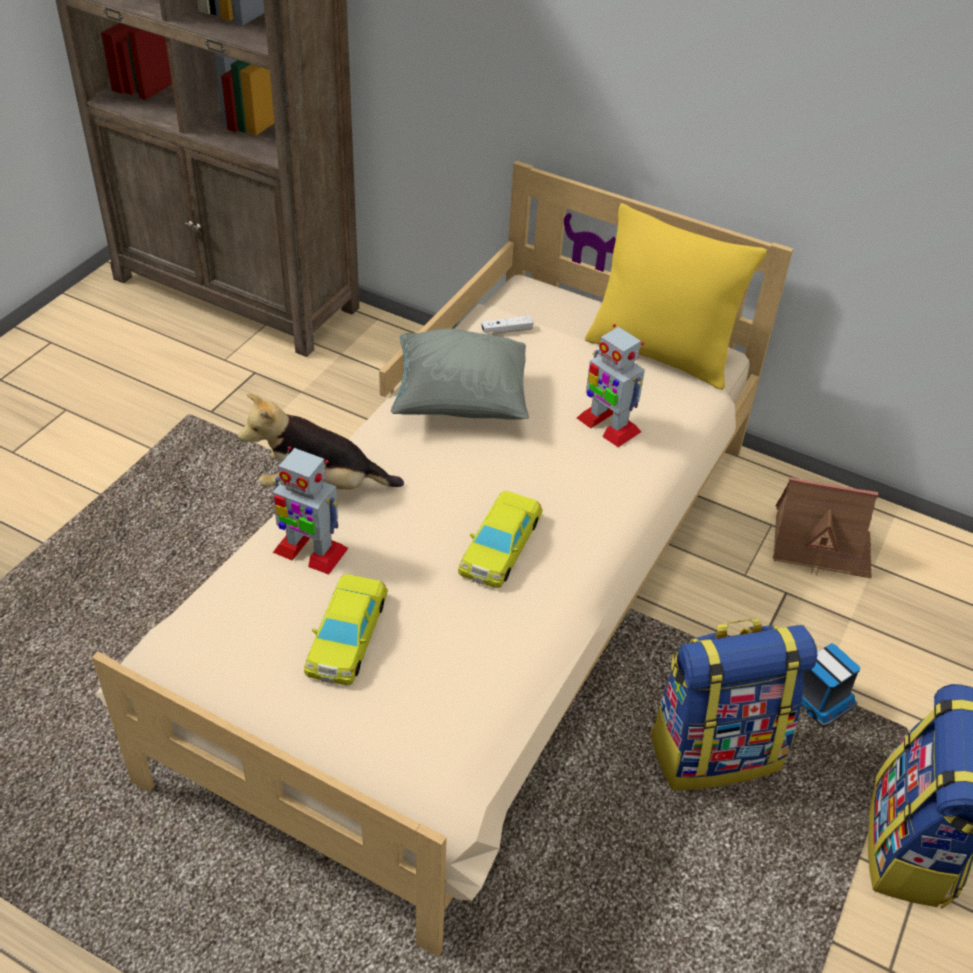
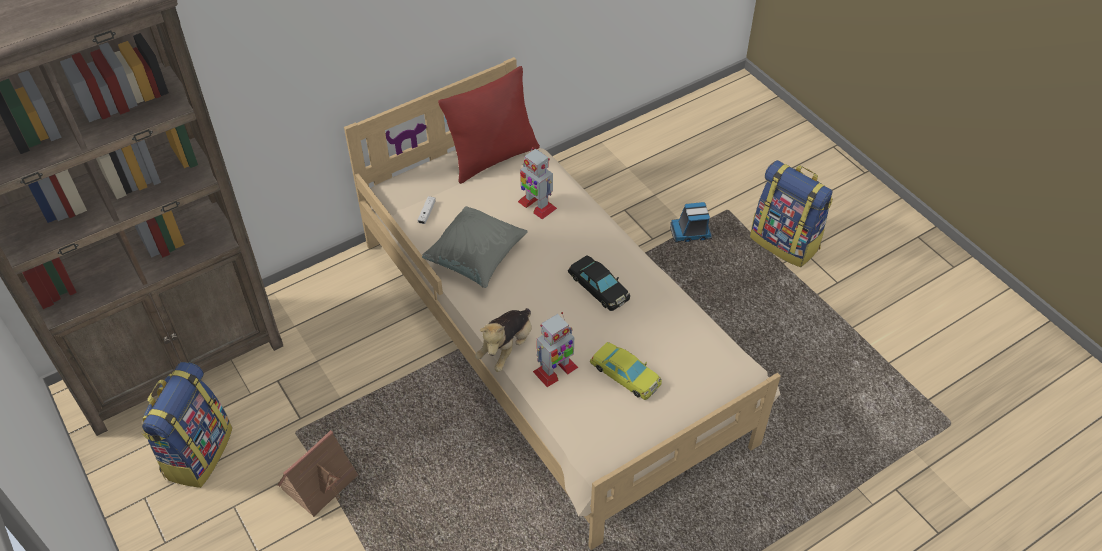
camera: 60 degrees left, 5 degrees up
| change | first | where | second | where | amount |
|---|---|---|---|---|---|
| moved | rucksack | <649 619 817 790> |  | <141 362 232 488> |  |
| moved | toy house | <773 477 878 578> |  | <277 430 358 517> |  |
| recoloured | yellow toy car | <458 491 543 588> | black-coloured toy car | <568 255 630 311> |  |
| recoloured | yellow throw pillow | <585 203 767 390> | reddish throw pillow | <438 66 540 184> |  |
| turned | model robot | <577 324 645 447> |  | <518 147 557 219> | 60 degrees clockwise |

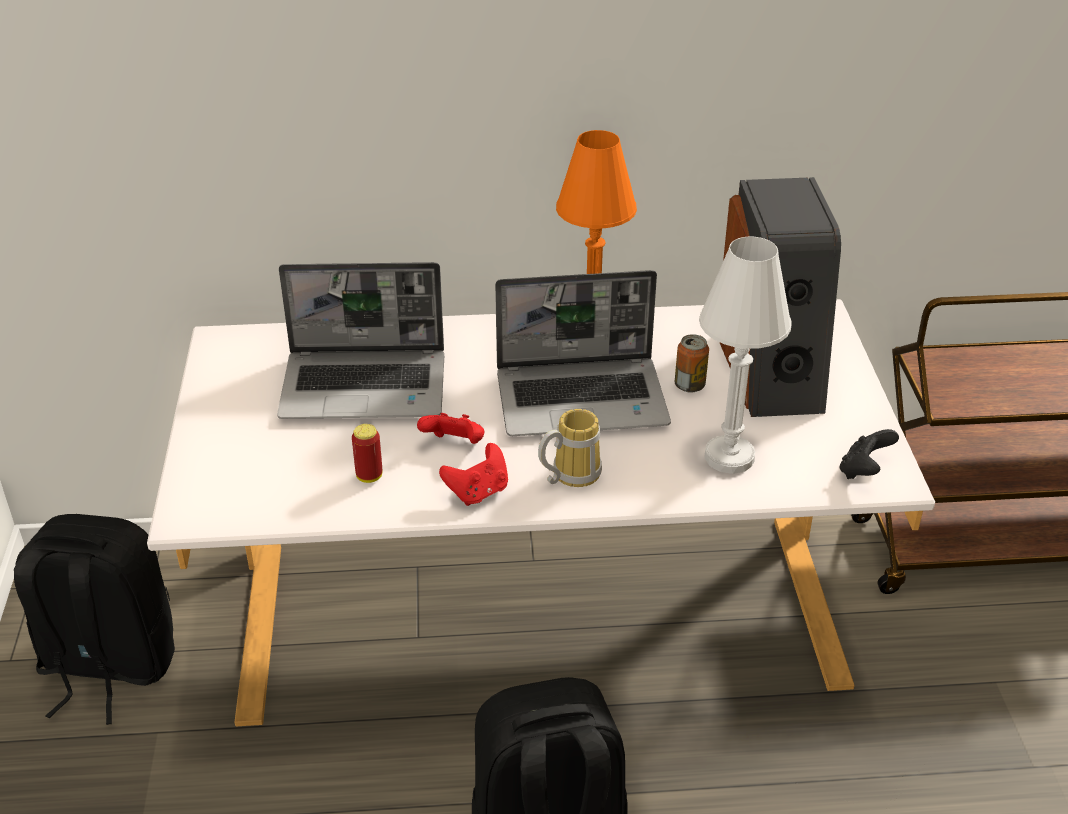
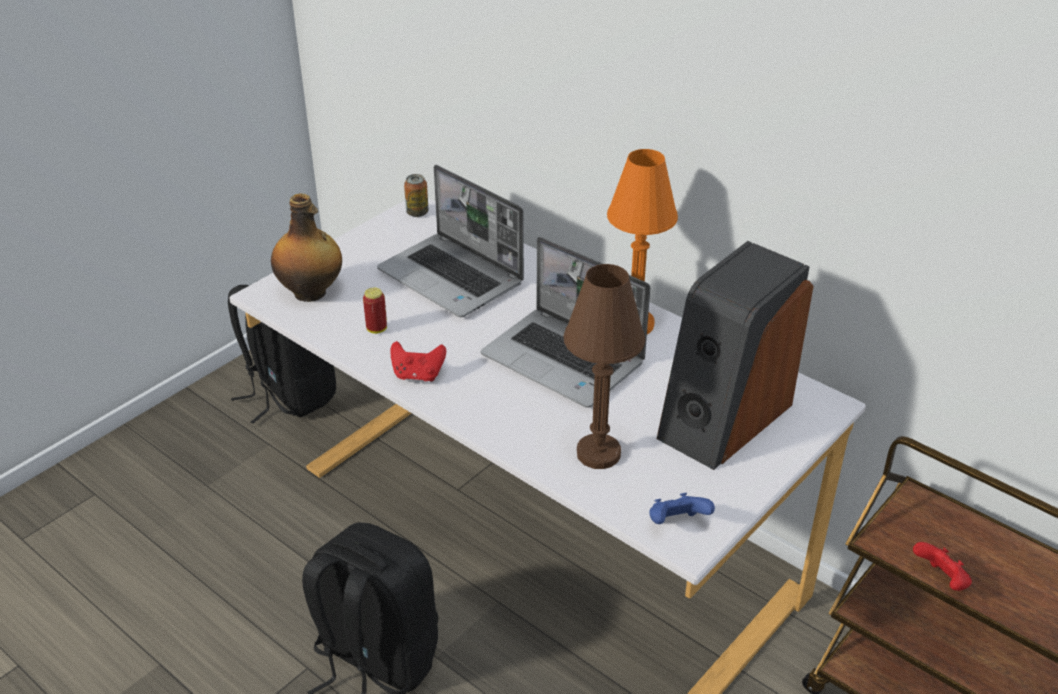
camera: 45 degrees right, 0 degrees up
| change | first | where | second | where | amount |
|---|---|---|---|---|---|
| removed | coffee mug | <538 409 602 487> |  |  |  |
| added |  |  | drink bottle | <271 193 342 302> |  |
| moved | reddish joypad | <417 413 484 444> |  | <913 542 972 591> |  |
| moved | sealed can | <675 334 709 392> |  | <404 174 429 217> |  |
| recoloured | white-coloured lamp for a table | <699 237 792 474> | brown lamp for a table | <563 264 645 469> |  |
| recoloured | black-coloured joypad | <840 429 899 479> | blue joypad | <649 493 715 524> |  |

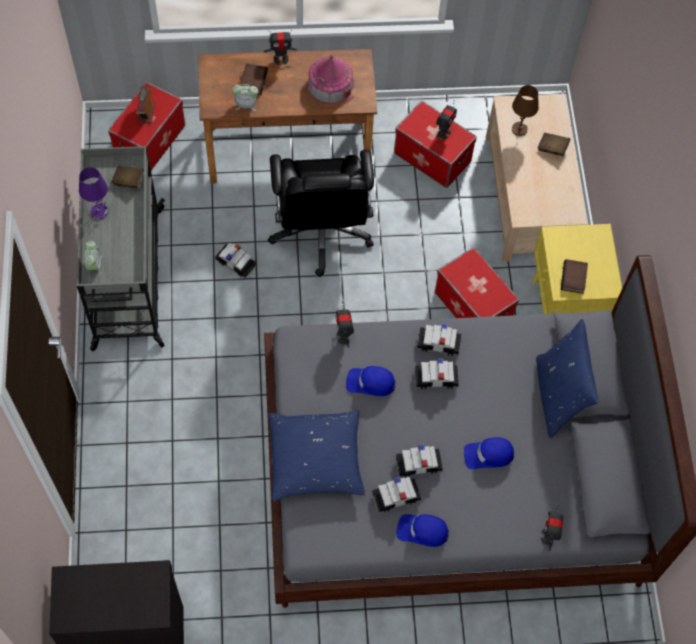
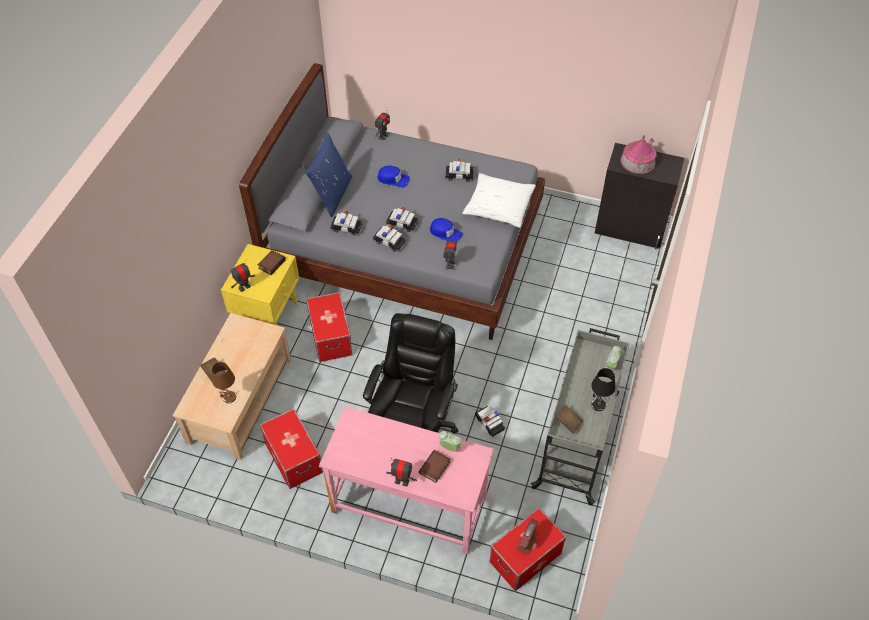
camera: 155 degrees left, 10 degrees down
| change | first | where | second | where | amount |
|---|---|---|---|---|---|
| removed | blue peaked cap | <397 514 449 547> |  |  |  |
| moved | toy house | <307 54 354 104> |  | <620 135 657 174> |  |
| moved | toy car | <396 445 443 477> |  | <330 211 363 235> |  |
| moved | model robot | <436 100 457 139> |  | <230 259 255 292> |  |
| recoloured | purplish lamp for a table | <79 167 108 219> | black-coloured lamp for a table | <591 368 615 411> |  |
| recoloured | brown desk unit | <198 49 377 183> | pink-coloured desk unit | <319 406 494 554> |  |
| recoloured | blue throw pillow | <268 410 365 501> | white-coloured throw pillow | <462 173 536 227> |  |

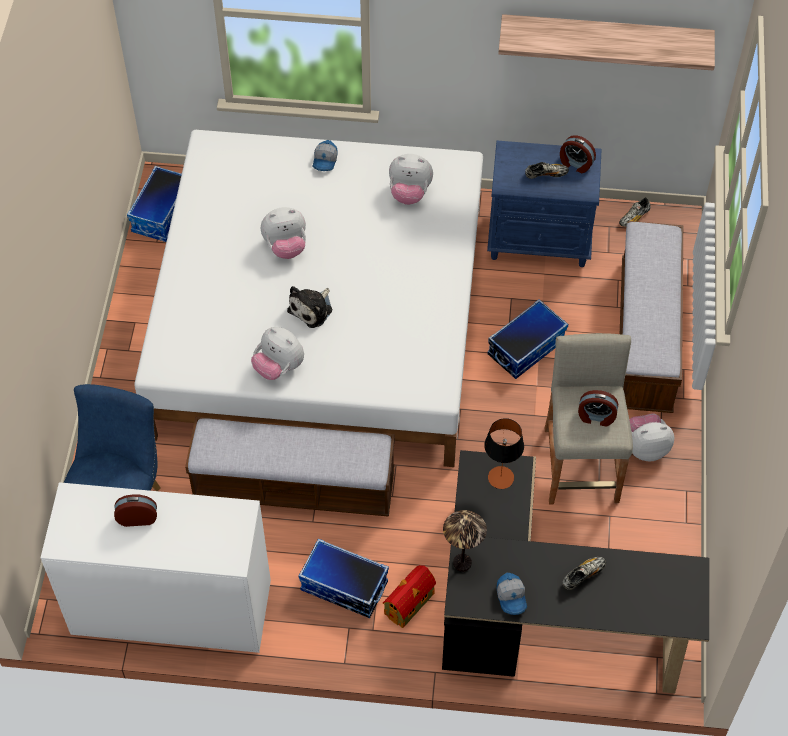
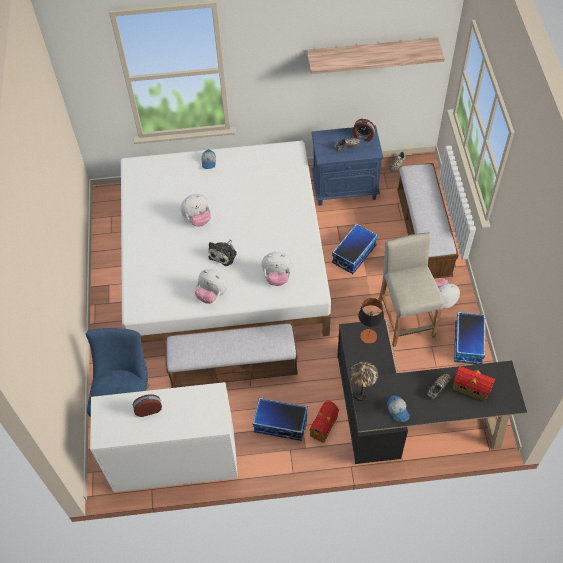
camera: 10 degrees left, 0 degrees up
| change | first | where | second | where | amount |
|---|---|---|---|---|---|
| removed | table clock | <578 390 618 427> |  |  |  |
| added |  |  | toy house | <453 366 495 402> |  |
| moved | storage box | <127 166 182 242> |  | <454 312 486 364> |  |
| moved | cuddly toy | <389 154 433 205> |  | <261 252 292 286> |  |

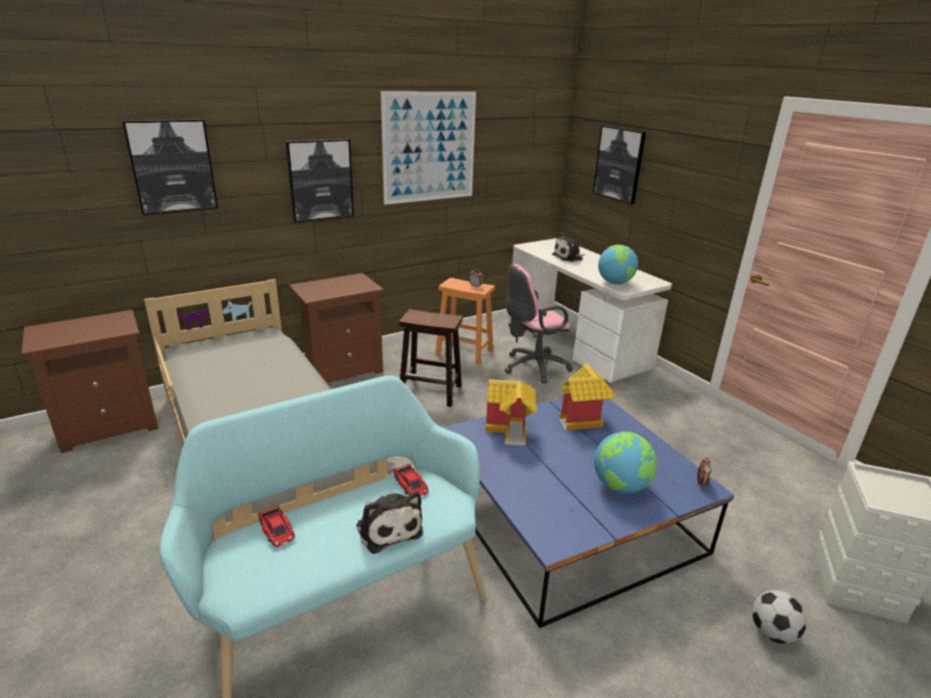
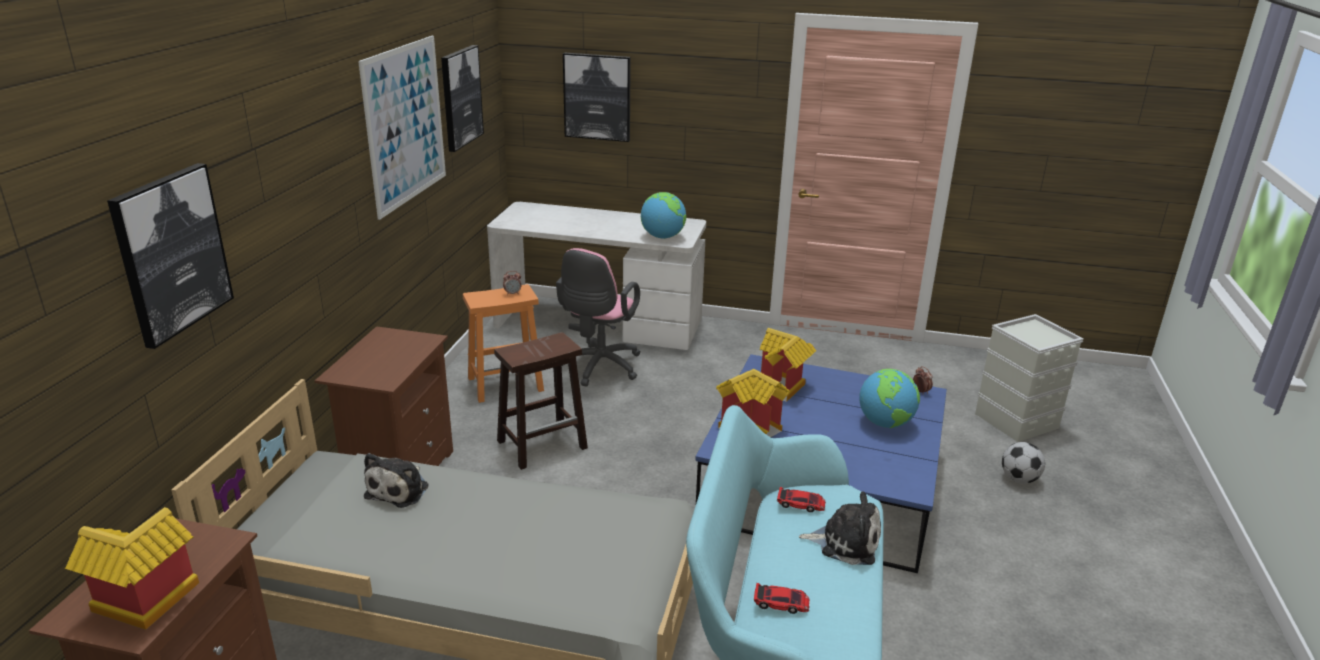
camera: 45 degrees left, 0 degrees up
| change | first | where | second | where | amount |
|---|---|---|---|---|---|
| added |  |  | toy house | <65 507 199 630> |  |
| moved | wall art | <286 139 354 223> |  | <441 45 484 152> |  |
| moved | cuddly toy | <552 232 585 262> |  | <364 453 428 508> |  |

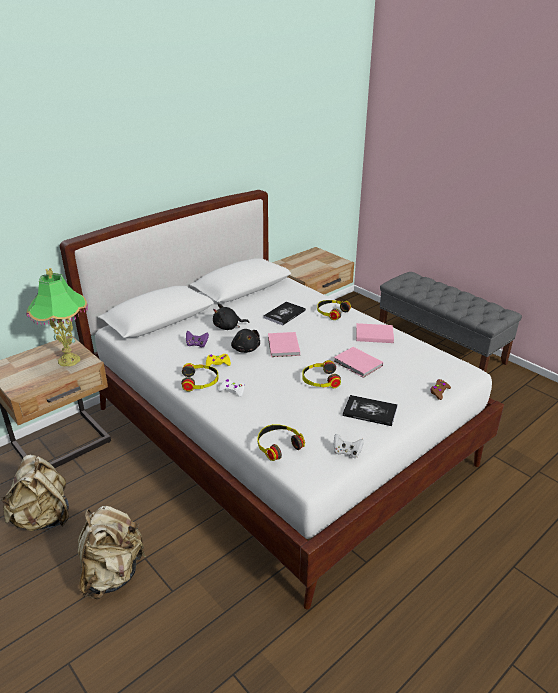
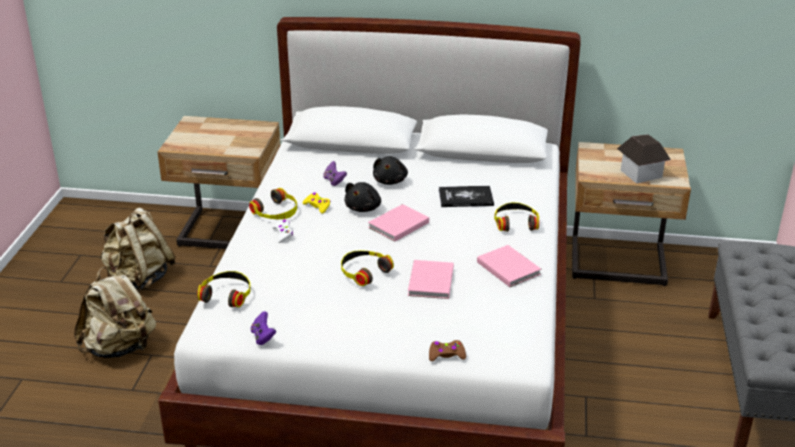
camera: 50 degrees right, 0 degrees up
| change | first | where | second | where | amount |
|---|---|---|---|---|---|
| removed | lamp for a table | <26 268 88 366> |  |  |  |
| removed | bound book | <343 395 398 426> |  |  |  |
| added |  |  | toy house | <617 134 671 184> |  |
| recoloured | white-coloured joypad | <334 433 364 458> | purplish joypad | <251 311 276 345> |  |
| turned | black-coloured cuddly toy | <213 303 249 330> |  | <373 156 408 185> | 120 degrees counterclockwise |

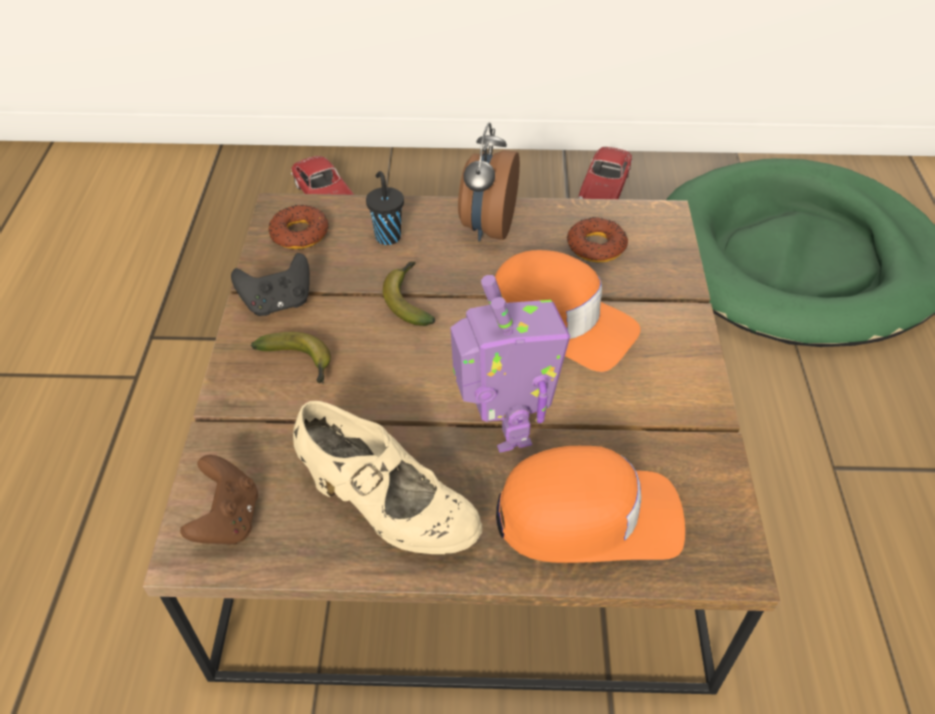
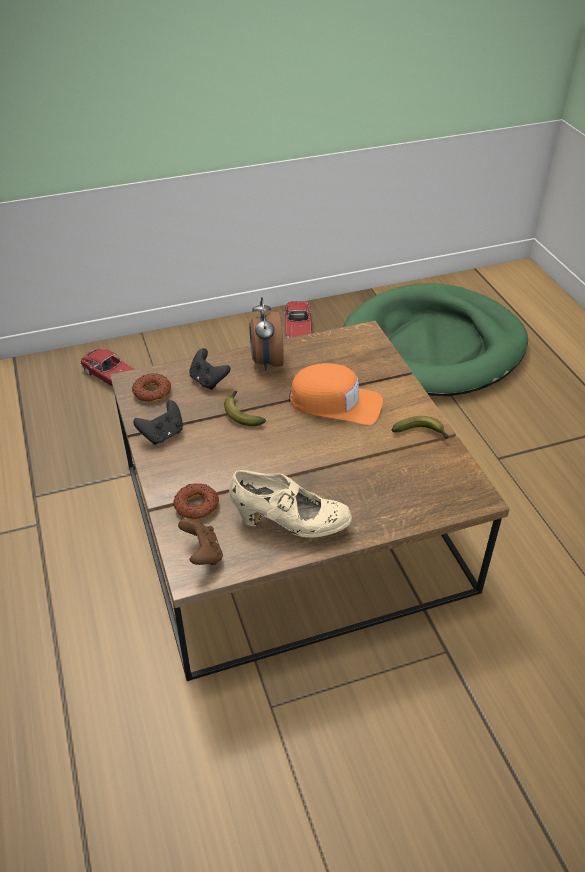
camera: 20 degrees left, 5 degrees down
| change | first | where | second | where | amount |
|---|---|---|---|---|---|
| removed | model robot | <450 275 570 453> |  |  |  |
| removed | orange peaked cap | <496 446 685 563> |  |  |  |
| moved | banana | <251 332 331 384> |  | <392 416 449 439> |  |
| moved | donut | <567 217 628 263> |  | <173 483 219 520> |  |
| replaced | black-coloured small cup | <366 171 404 245> | black-coloured joypad | <189 348 231 390> |  |

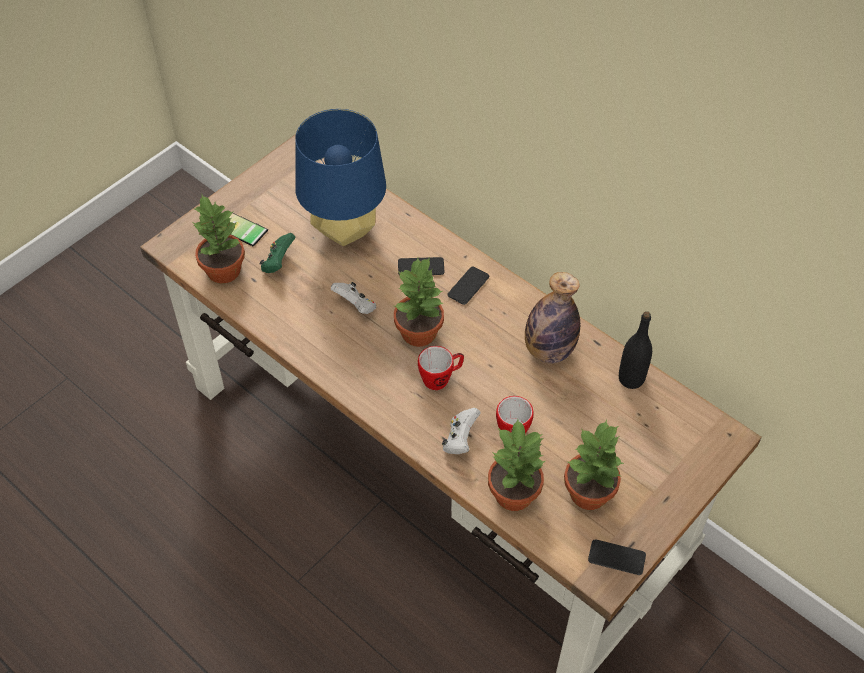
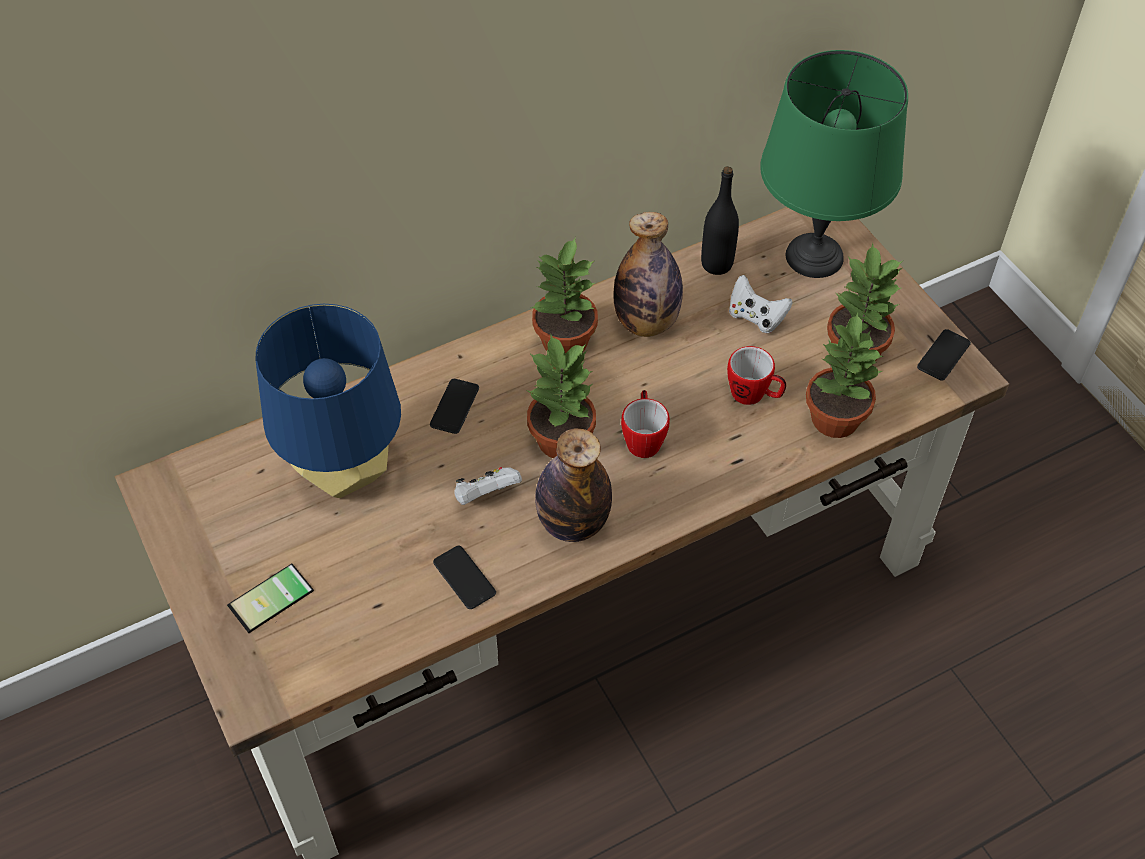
camera: 70 degrees left, 0 degrees up
| change | first | where | second | where | amount |
|---|---|---|---|---|---|
| removed | green-coloured joypad | <260 233 296 273> |  |  |  |
| added |  |  | drink bottle | <535 428 612 542> |  |
| added |  |  | green-coloured lamp for a table | <760 50 908 278> |  |
| moved | potted plant | <193 193 245 283> |  | <531 237 598 353> |  |
| moved | white-coloured joypad | <442 408 481 454> |  | <729 275 793 333> |  |
| moved | handset | <447 267 489 305> |  | <433 546 496 609> |  |

